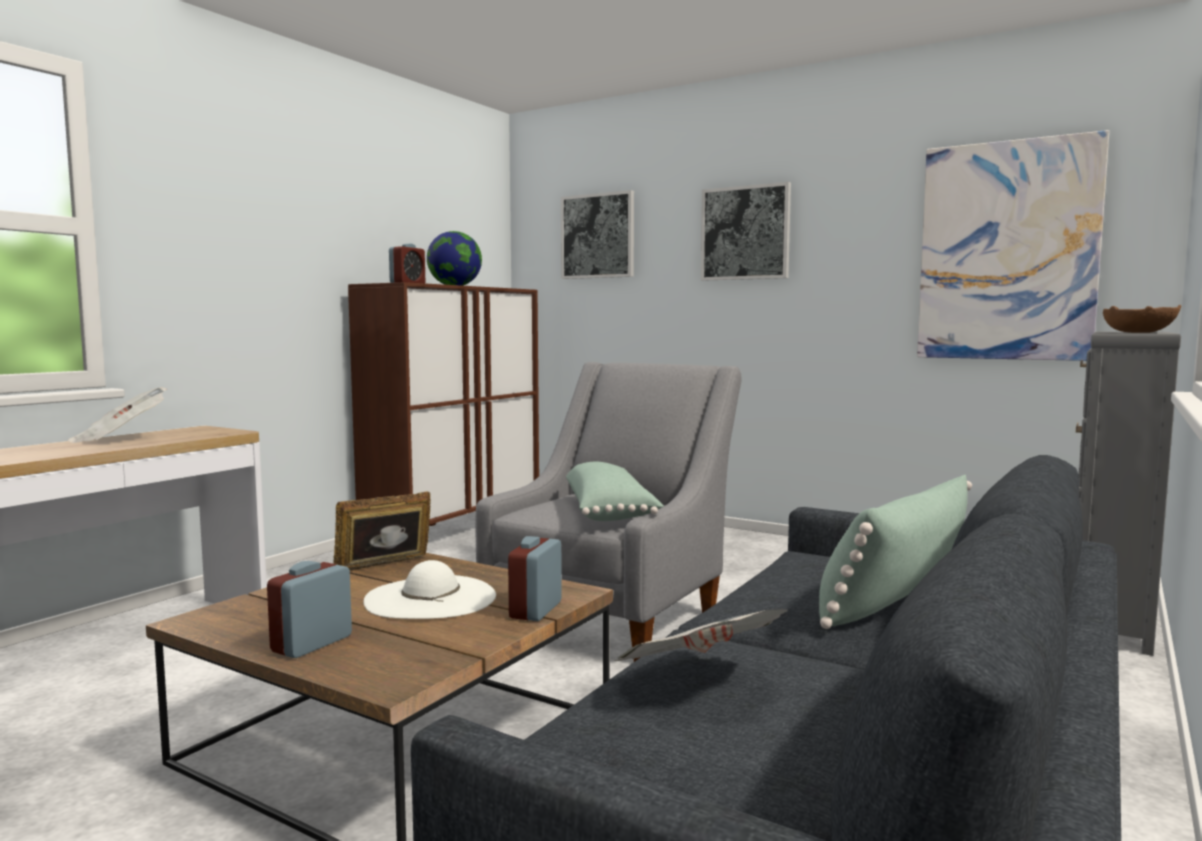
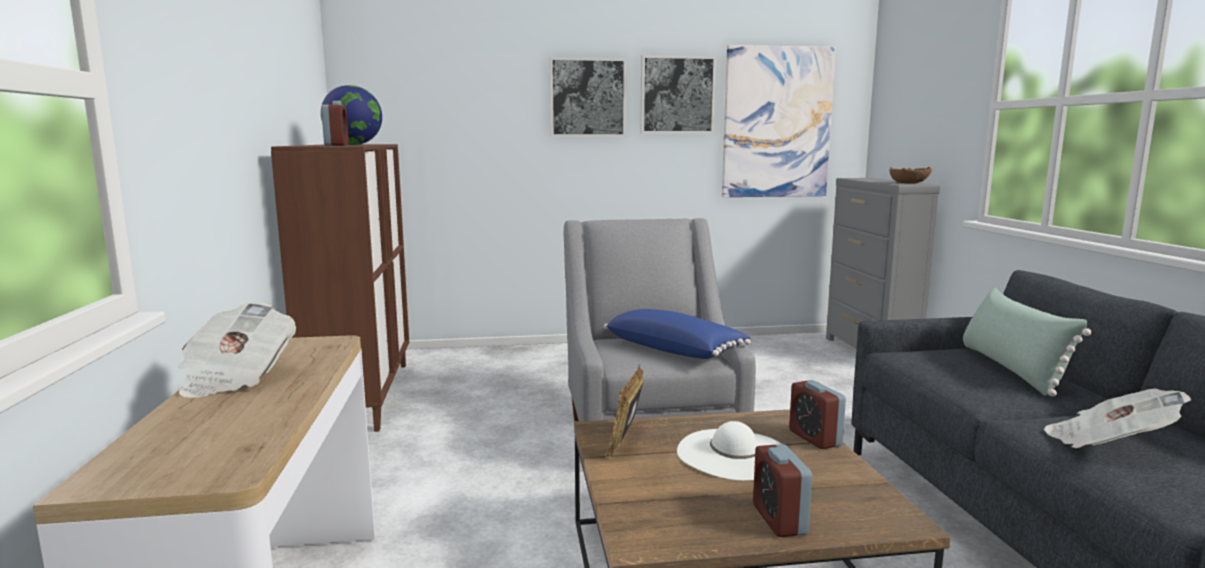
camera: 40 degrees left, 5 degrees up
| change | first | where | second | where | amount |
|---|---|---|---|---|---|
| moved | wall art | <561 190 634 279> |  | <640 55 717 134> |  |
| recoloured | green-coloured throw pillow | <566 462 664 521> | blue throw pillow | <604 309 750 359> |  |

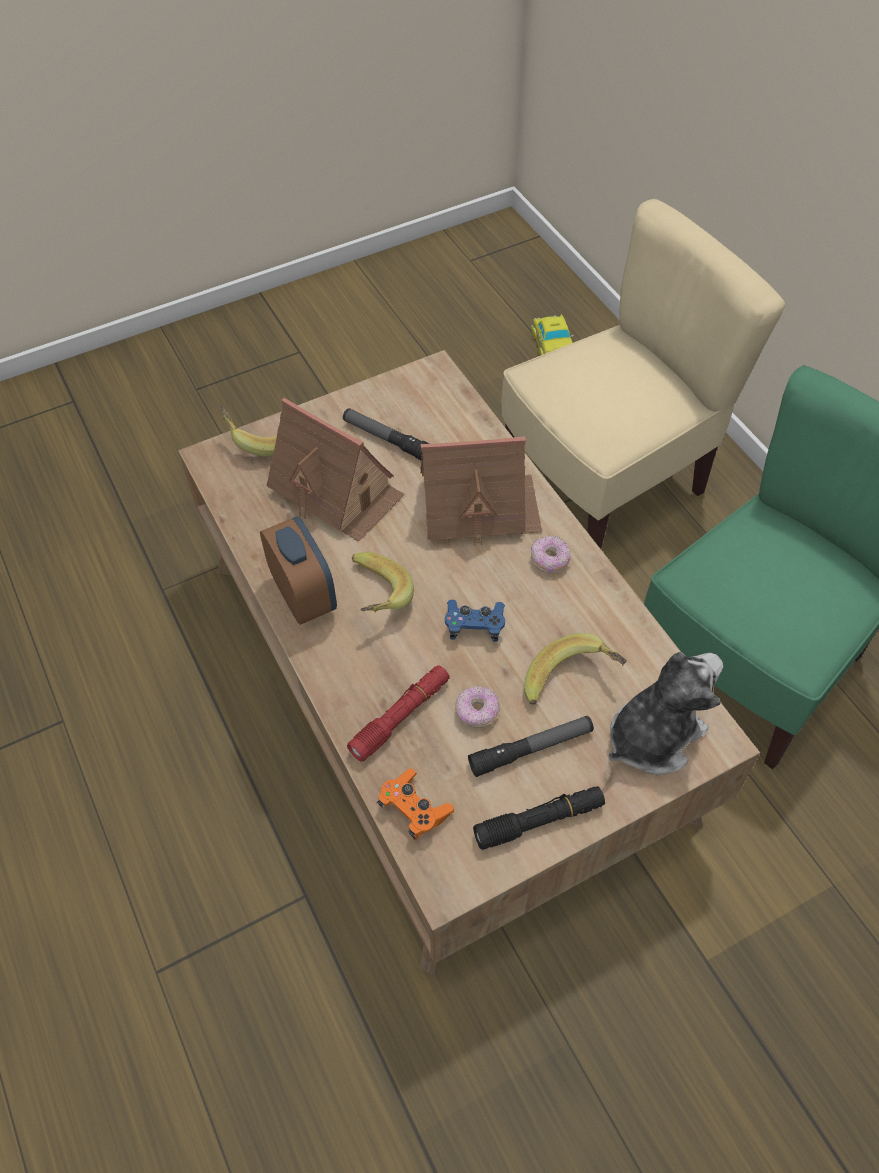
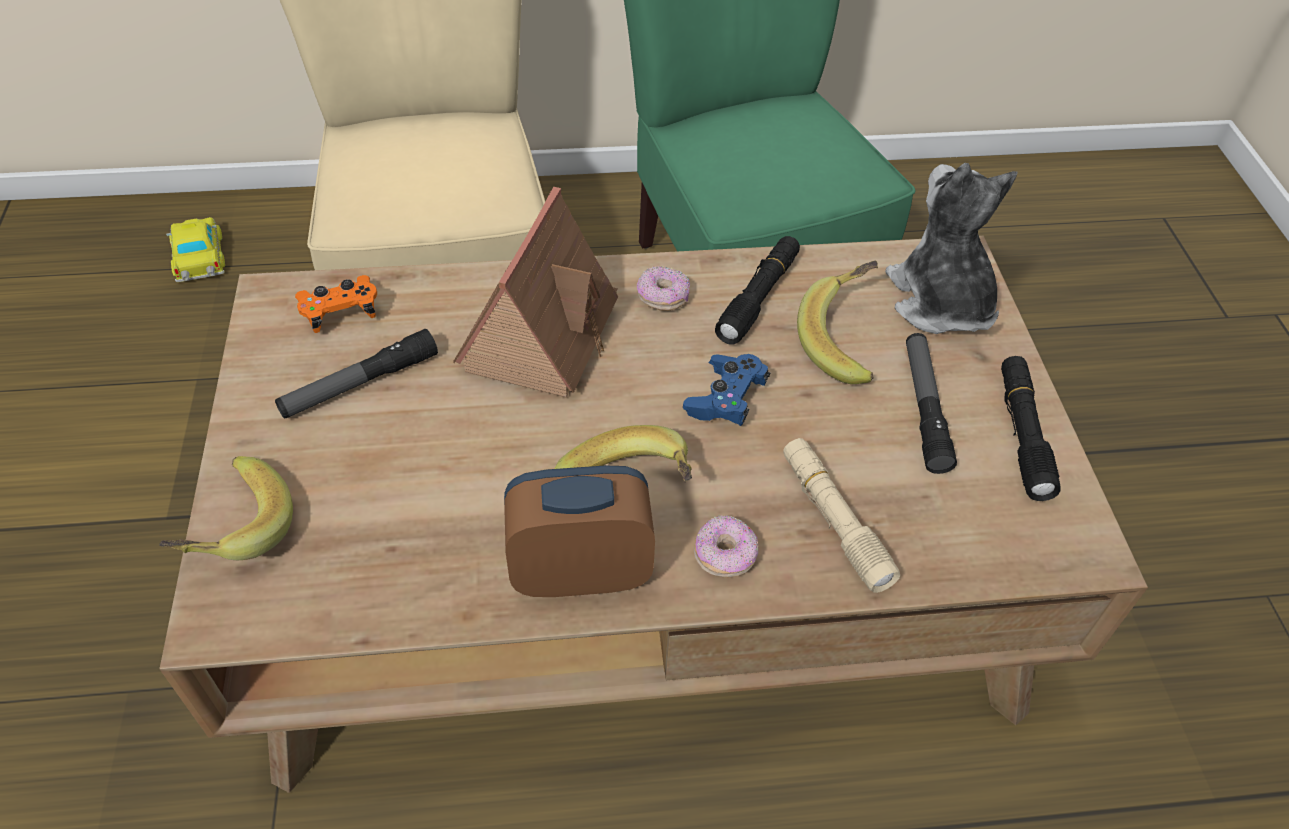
camera: 70 degrees left, 5 degrees down
| change | first | where | second | where | amount |
|---|---|---|---|---|---|
| removed | toy house | <266 398 405 542> |  |  |  |
| added |  |  | black-coloured hand torch | <715 236 800 345> |  |
| moved | orange joypad | <377 768 454 840> |  | <295 275 377 333> |  |
| moved | donut | <455 686 500 728> |  | <694 515 759 578> |  |
| recoloured | reddish hand torch | <347 665 450 762> | beige-coloured hand torch | <783 438 900 593> |  |
| turned | toy car | <531 315 574 356> |  | <166 217 225 282> | 120 degrees counterclockwise |

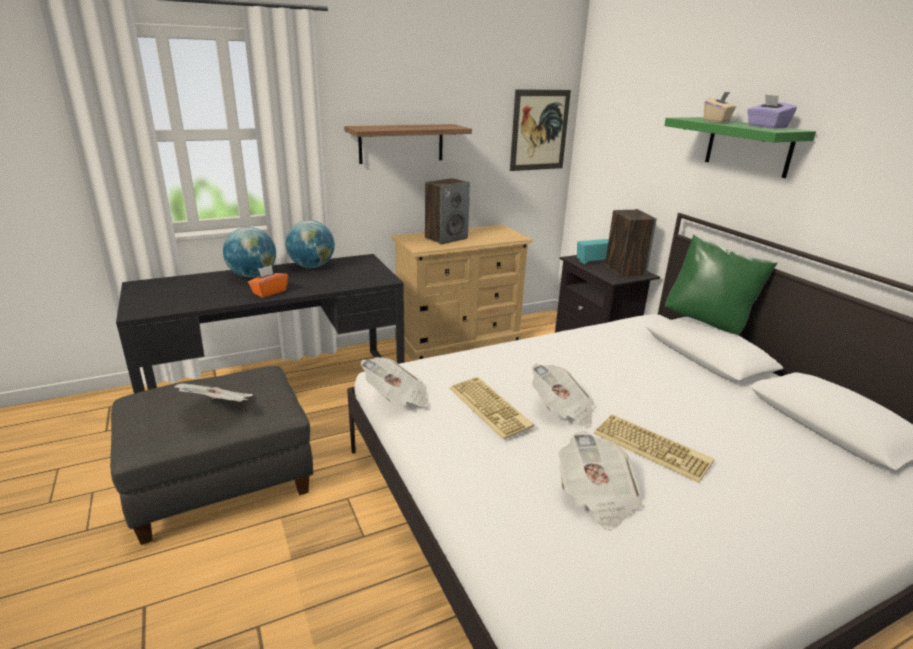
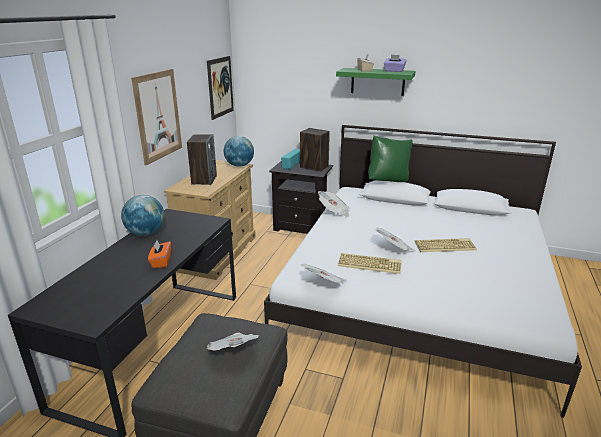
camera: 45 degrees left, 0 degrees up
| change | first | where | second | where | amount |
|---|---|---|---|---|---|
| moved | desk globe | <223 227 276 278> |  | <224 136 254 167> |  |
| moved | printed paper | <558 431 642 531> |  | <318 191 350 217> |  |
| replaced | wall shelf | <344 124 472 164> | wall art | <131 69 182 165> |  |

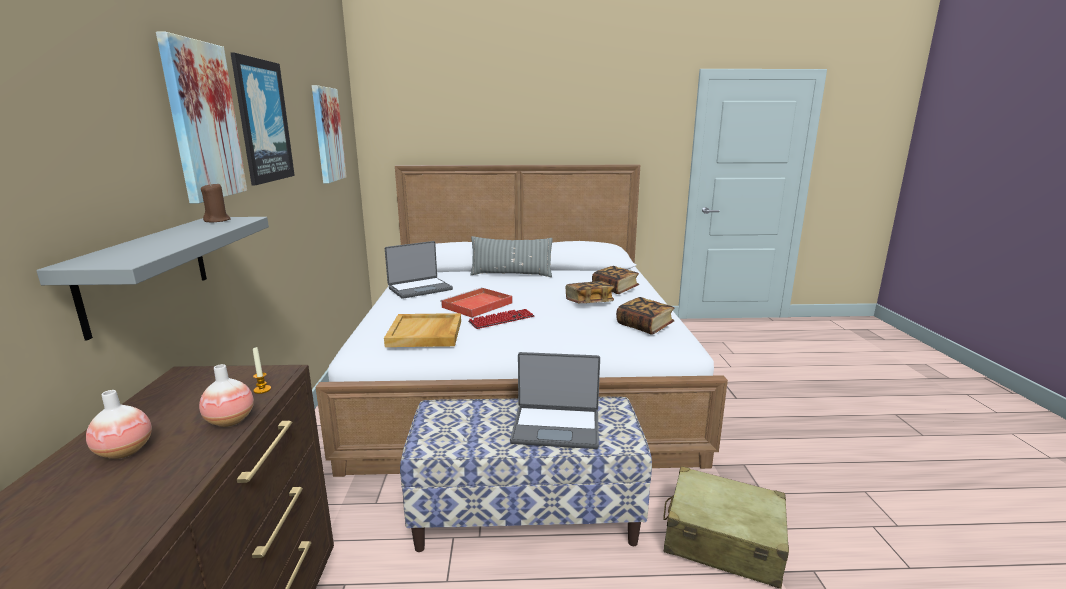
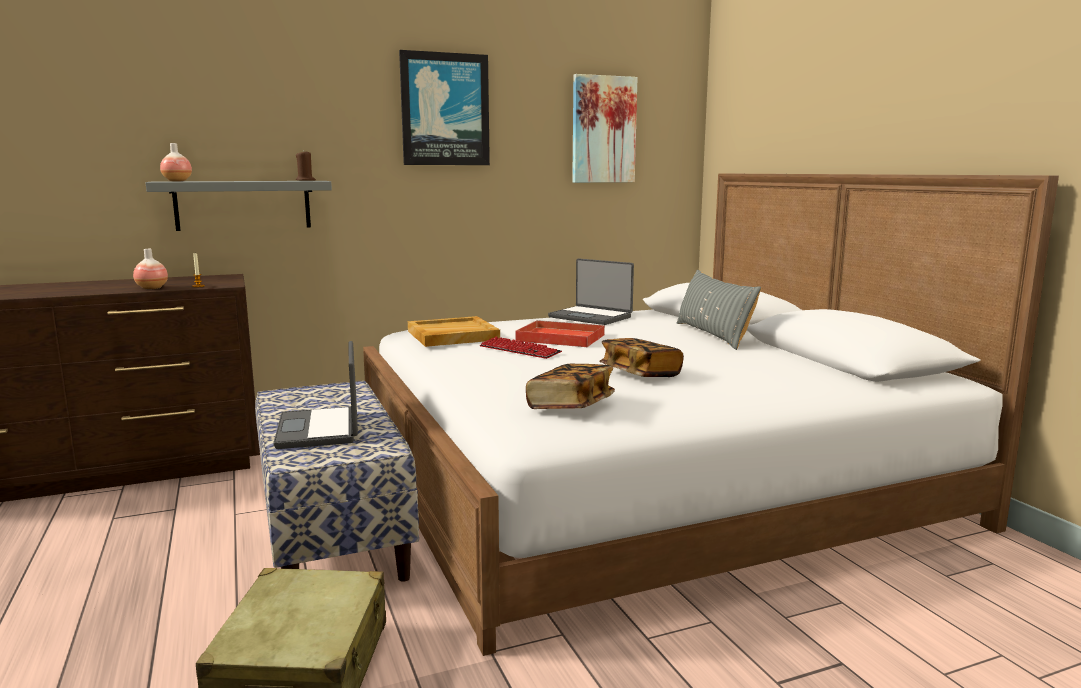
camera: 70 degrees right, 5 degrees down
| change | first | where | second | where | amount |
|---|---|---|---|---|---|
| removed | wall art | <156 32 247 204> |  |  |  |
| removed | bound book | <592 266 639 294> |  |  |  |
| moved | vase | <86 390 152 459> |  | <160 143 192 181> |  |

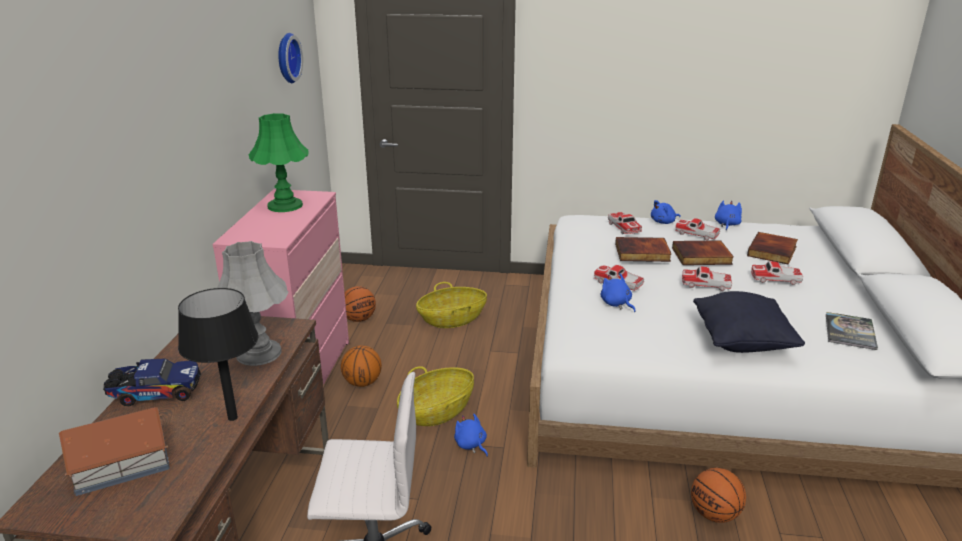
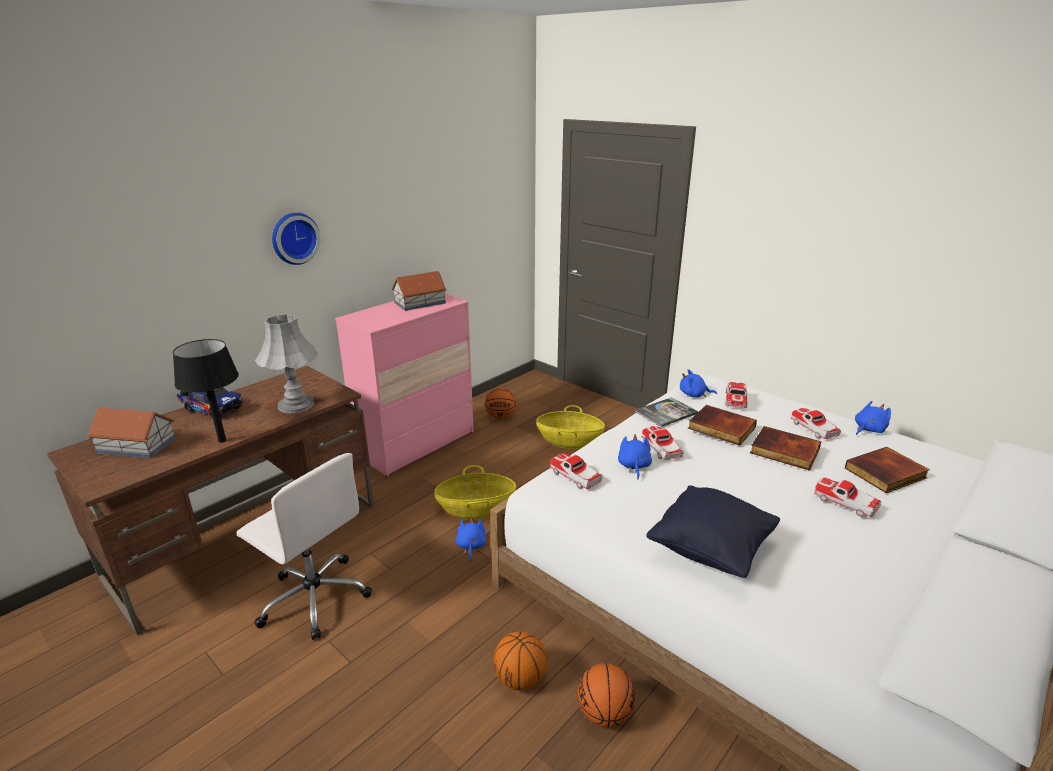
camera: 35 degrees right, 0 degrees up
| change | first | where | second | where | amount |
|---|---|---|---|---|---|
| moved | hanging clock | <278 33 303 83> |  | <272 213 321 265> |  |
| moved | basketball | <341 345 382 387> |  | <493 631 547 690> |  |
| moved | blue cuddly toy | <651 200 681 224> |  | <680 369 717 397> |  |
| moved | toy car | <682 266 732 291> |  | <550 453 603 489> |  |
| moved | bound book | <826 312 878 350> |  | <636 398 698 427> |  |
| replaced | green-coloured lamp for a table | <249 113 309 212> | toy house | <392 271 447 311> |  |

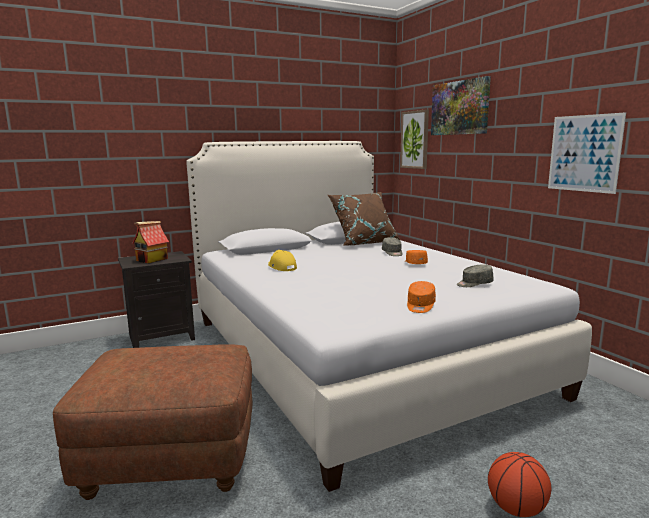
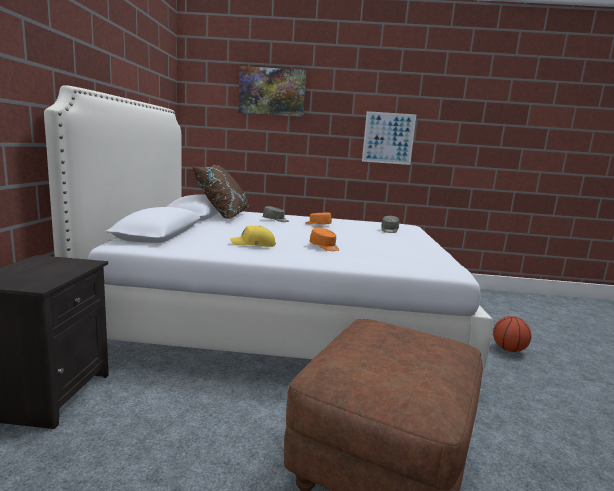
camera: 60 degrees left, 0 degrees up
| change | first | where | second | where | amount |
|---|---|---|---|---|---|
| removed | toy house | <133 221 169 263> |  |  |  |
| removed | wall art | <400 109 429 169> |  |  |  |
| moved | orange peaked cap | <407 281 436 313> |  | <310 228 339 251> |  |

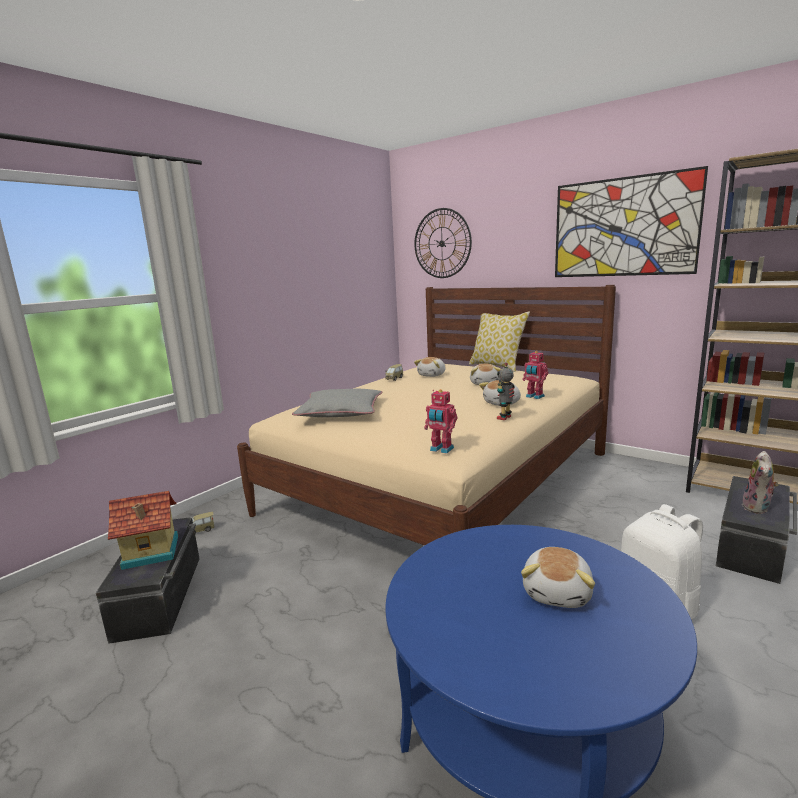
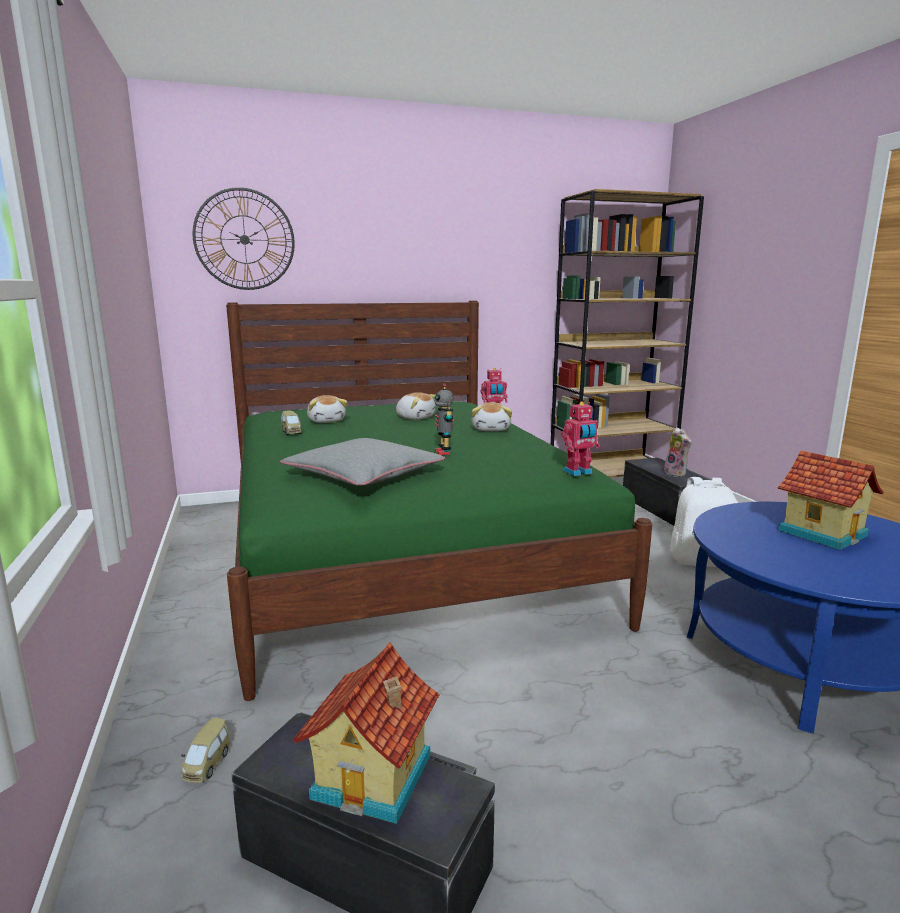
camera: 55 degrees left, 0 degrees up
| change | first | where | second | where | amount |
|---|---|---|---|---|---|
| removed | throw pillow | <469 312 530 372> |  |  |  |
| removed | wall art | <555 166 708 277> |  |  |  |
| moved | model robot | <497 363 515 420> |  | <434 383 454 455> |  |
| replaced | cuddly toy | <521 547 595 608> | toy house | <778 451 884 550> |  |
| recoloured | beige-coloured sleeping bed | <237 285 616 546> | green-coloured sleeping bed | <226 301 652 701> |  |

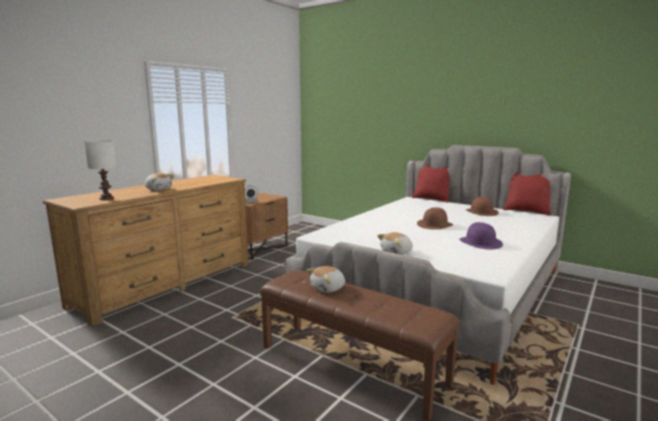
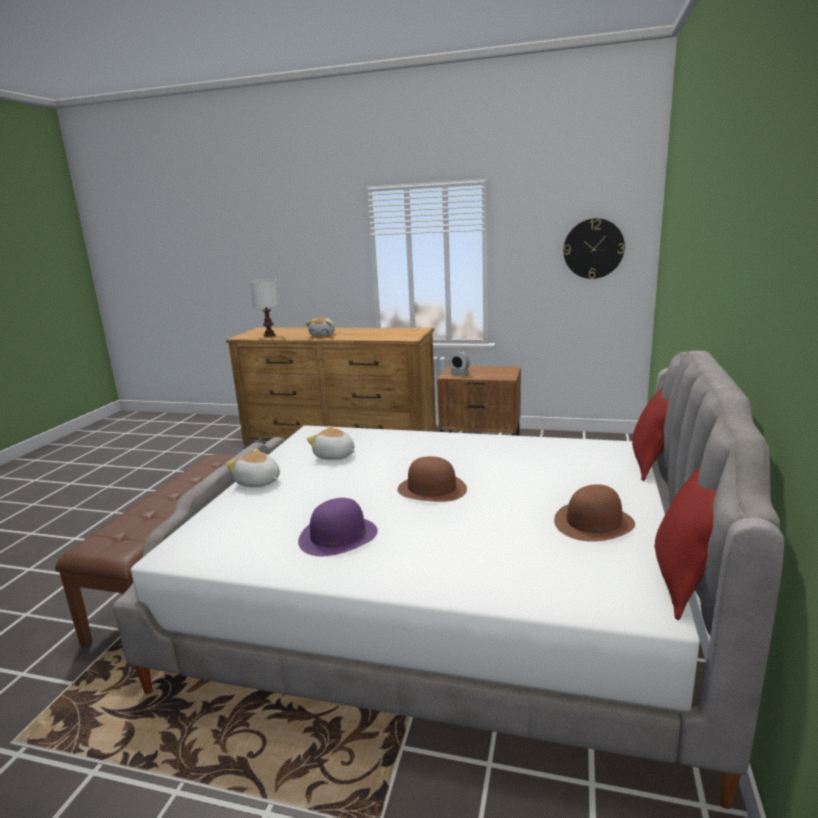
camera: 70 degrees right, 5 degrees up
| change | first | where | second | where | amount |
|---|---|---|---|---|---|
| added |  |  | hanging clock | <564 218 625 279> |  |
| moved | cuddly toy | <306 266 345 293> |  | <307 426 356 460> |  |

